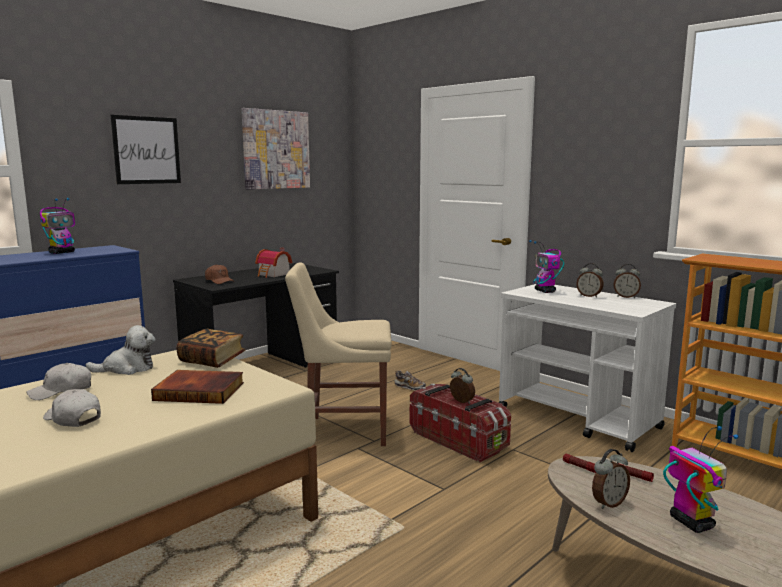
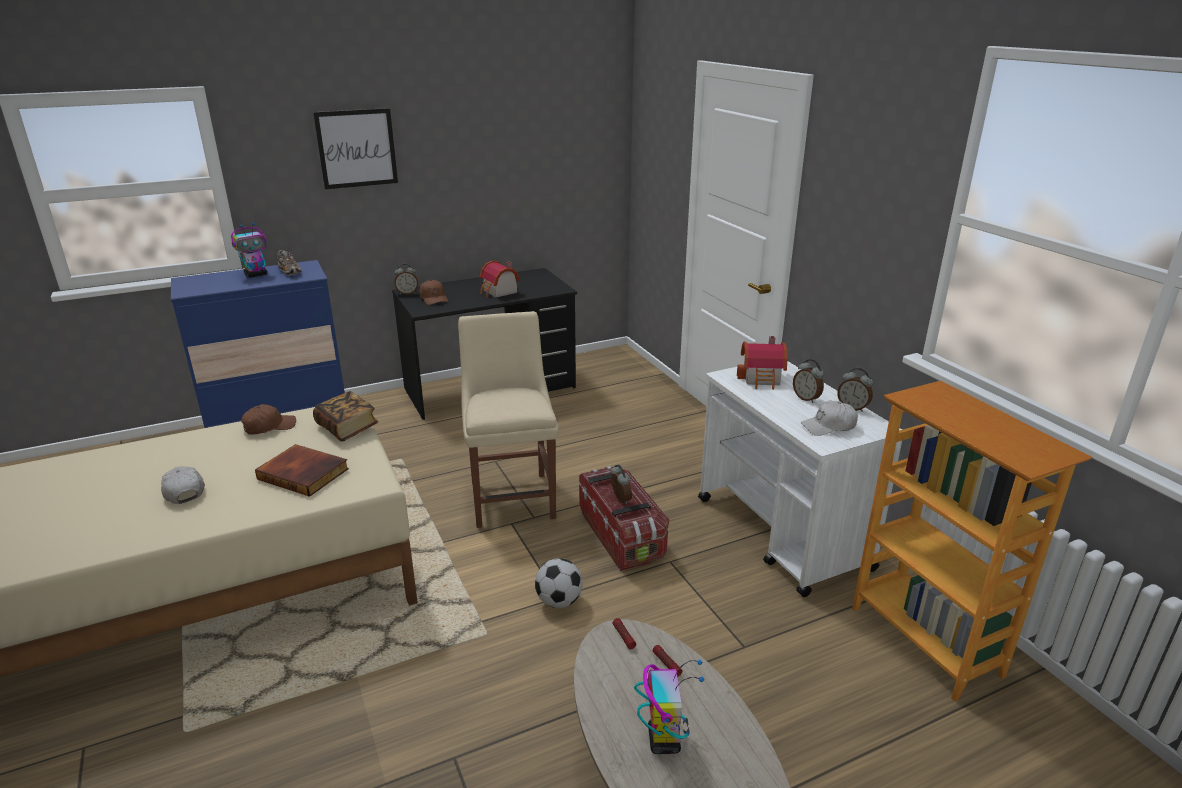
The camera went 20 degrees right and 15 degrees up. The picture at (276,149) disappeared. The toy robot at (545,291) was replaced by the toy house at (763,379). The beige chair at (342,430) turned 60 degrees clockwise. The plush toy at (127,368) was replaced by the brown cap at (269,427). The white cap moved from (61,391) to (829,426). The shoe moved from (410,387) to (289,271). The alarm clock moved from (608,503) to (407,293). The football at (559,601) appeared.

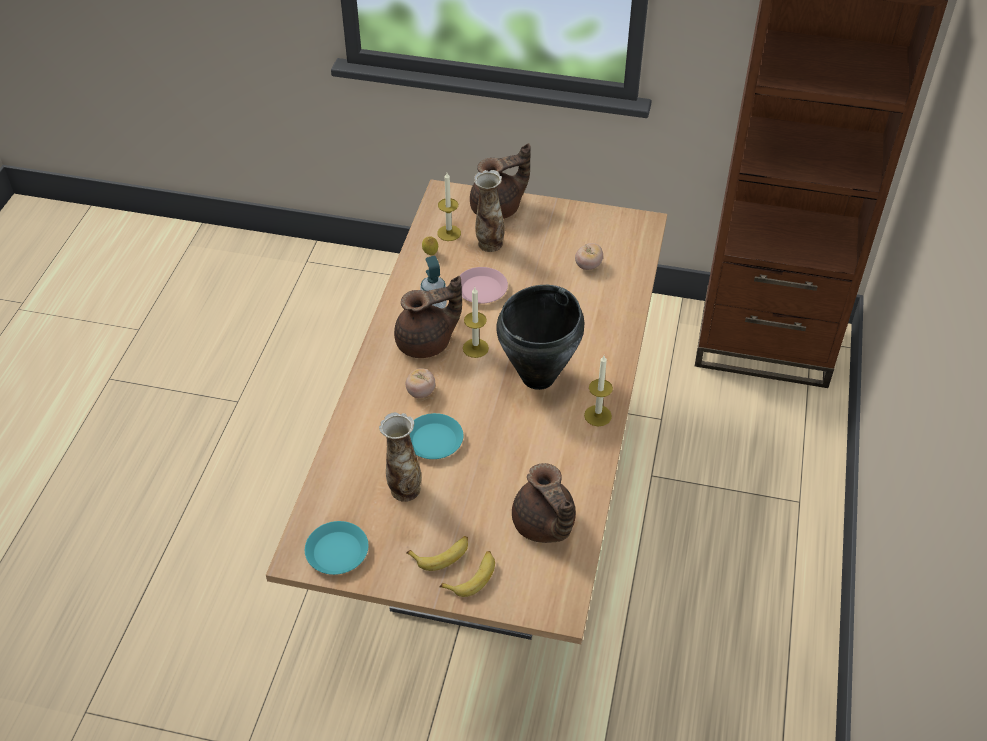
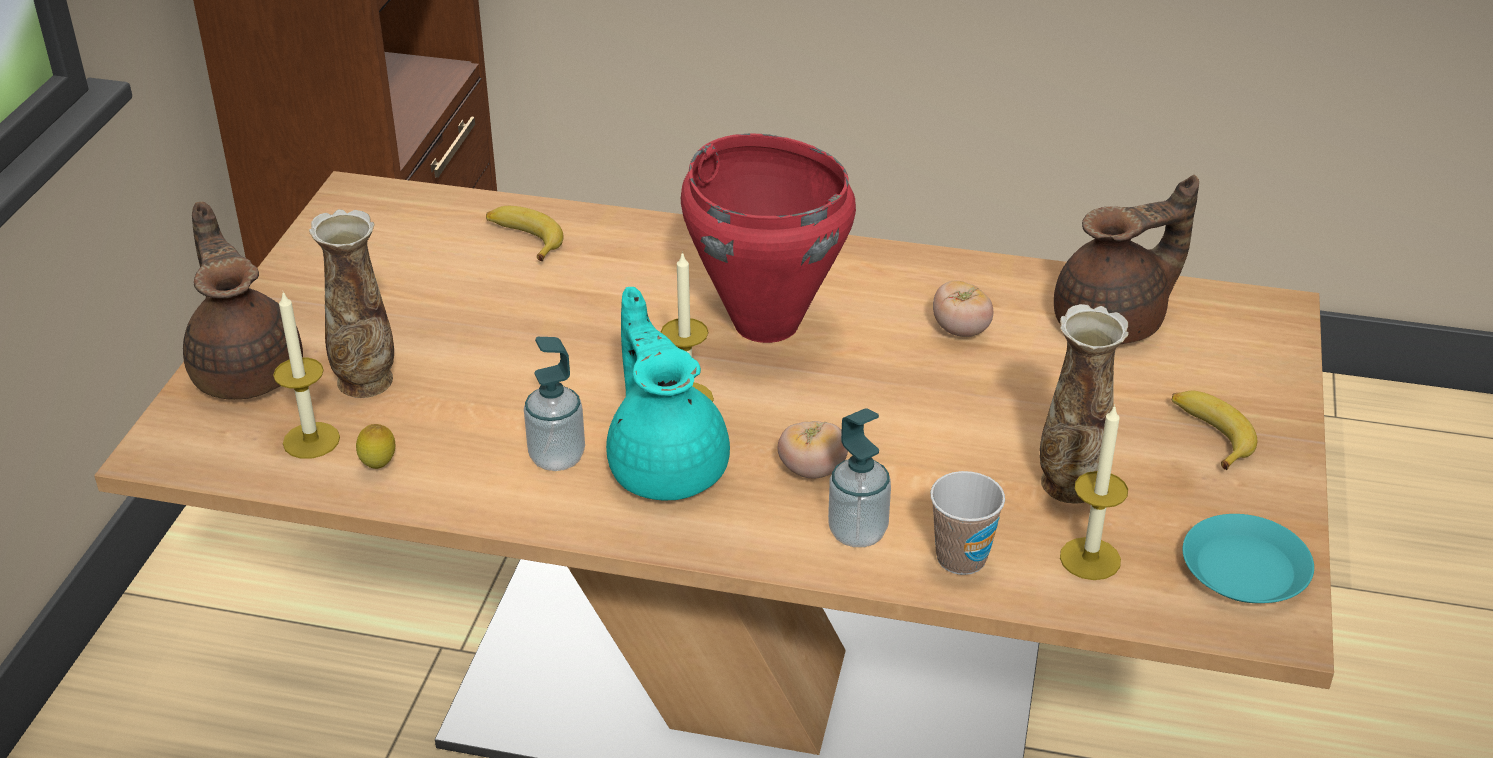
The camera went 90 degrees left and 10 degrees down. The tomato moved from (588,265) to (960,330). The pink plate at (481,289) disappeared. The brown teapot at (427,343) became the turquoise teapot at (667,465). The black cooking pot at (539,377) became the red cooking pot at (766,323). The candle moved from (598,415) to (1090,559). The turquoise plate at (434,441) disappeared. The banana moved from (472,577) to (523,239). The soap dispenser at (857,533) appeared. The cup at (961,558) appeared.

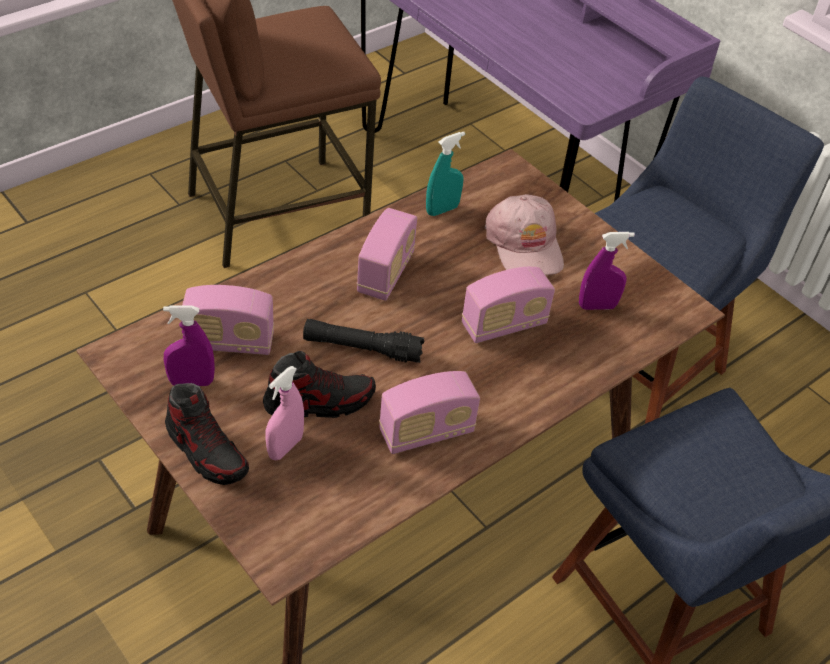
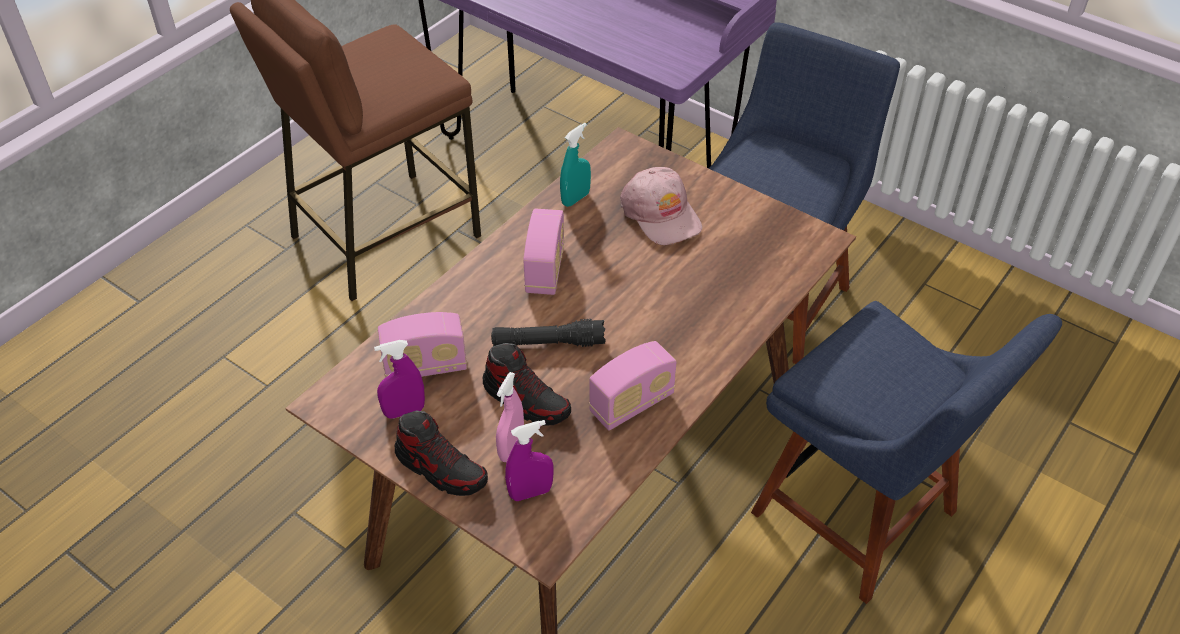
The camera went 10 degrees left and 0 degrees up. The purple spray bottle moved from (597,306) to (530,492). The radio at (504,325) disappeared. The shoe at (319,402) turned 60 degrees clockwise.

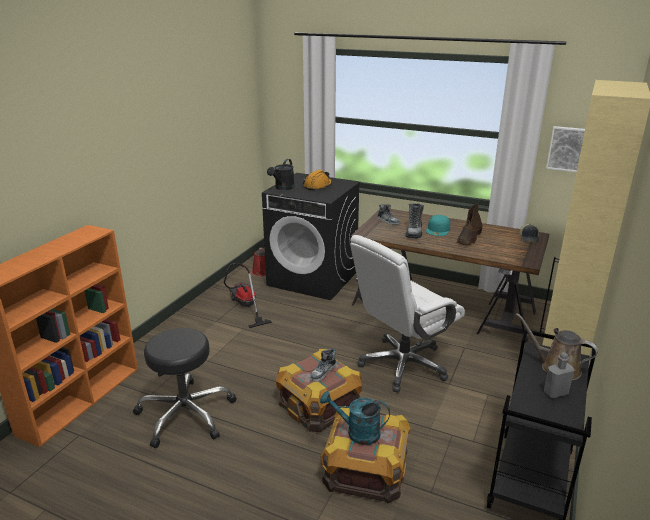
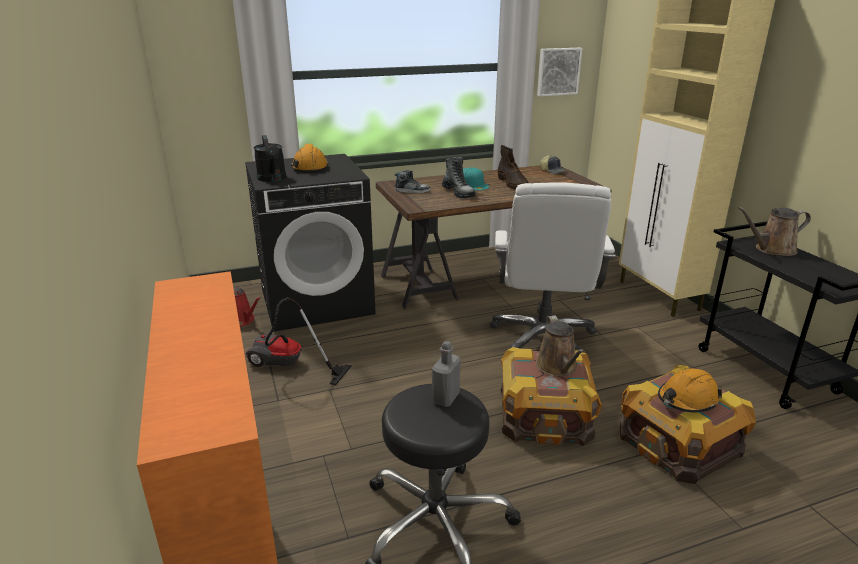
The camera went 45 degrees left and 0 degrees up. The shoe at (323,372) was replaced by the brown watering can at (558,367). The grey bottle moved from (555,393) to (445,398). The turquoise watering can at (357,432) was replaced by the orange hard hat at (687,399).

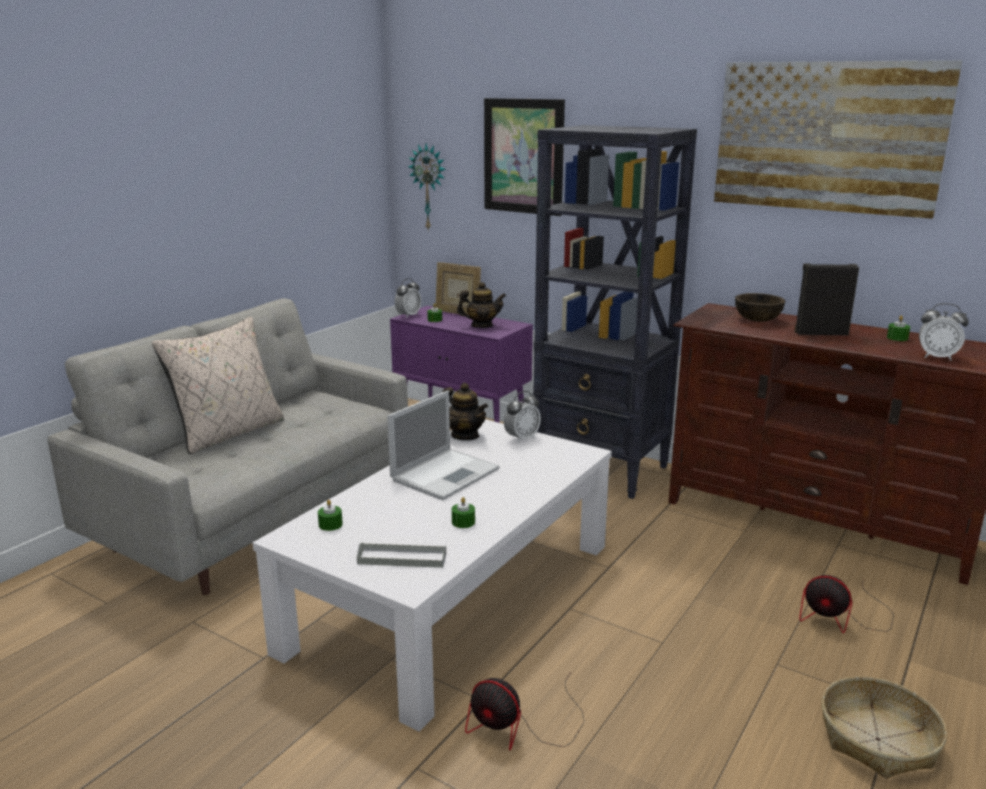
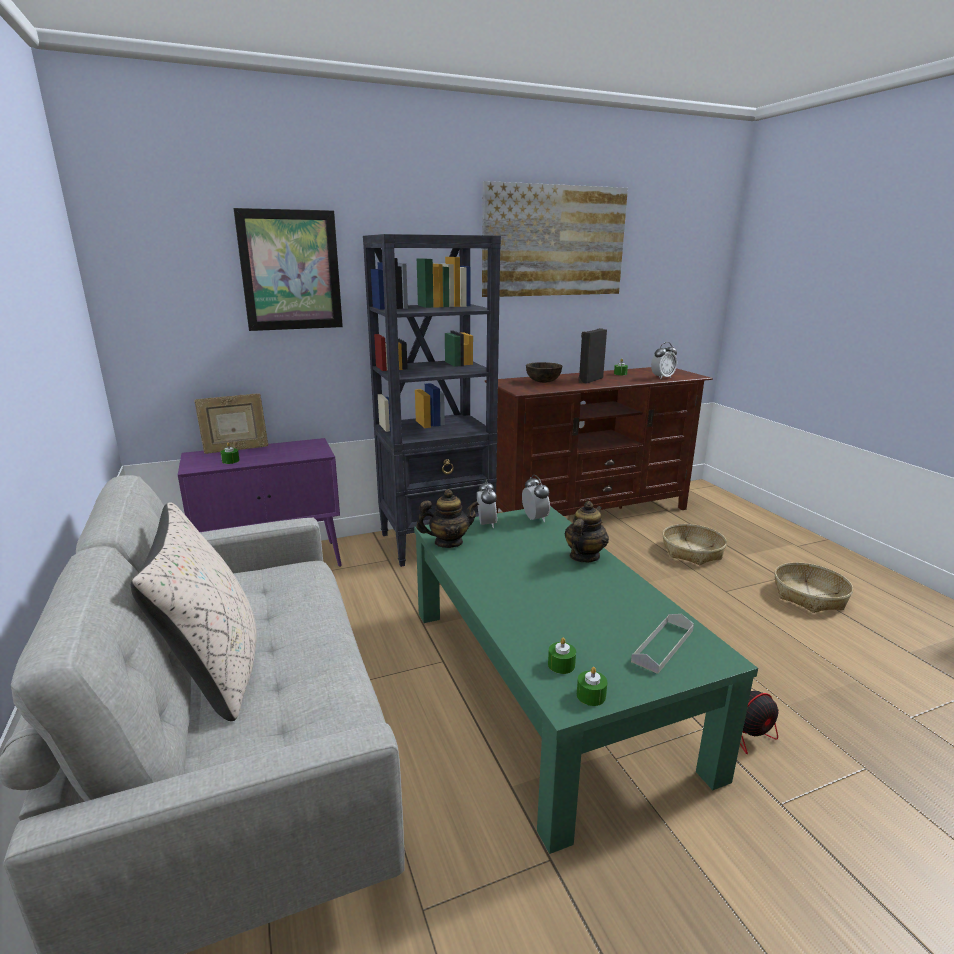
The camera went 55 degrees left and 0 degrees up. The wall clock at (429,187) disappeared. The alarm clock moved from (408,315) to (535,519). The teapot moved from (481,326) to (584,556). The laptop at (446,473) disappeared. The white coffee table at (454,595) became the green coffee table at (545,682). The green candle moved from (463,522) to (591,695). The fan at (842,617) was replaced by the basket at (692,552).

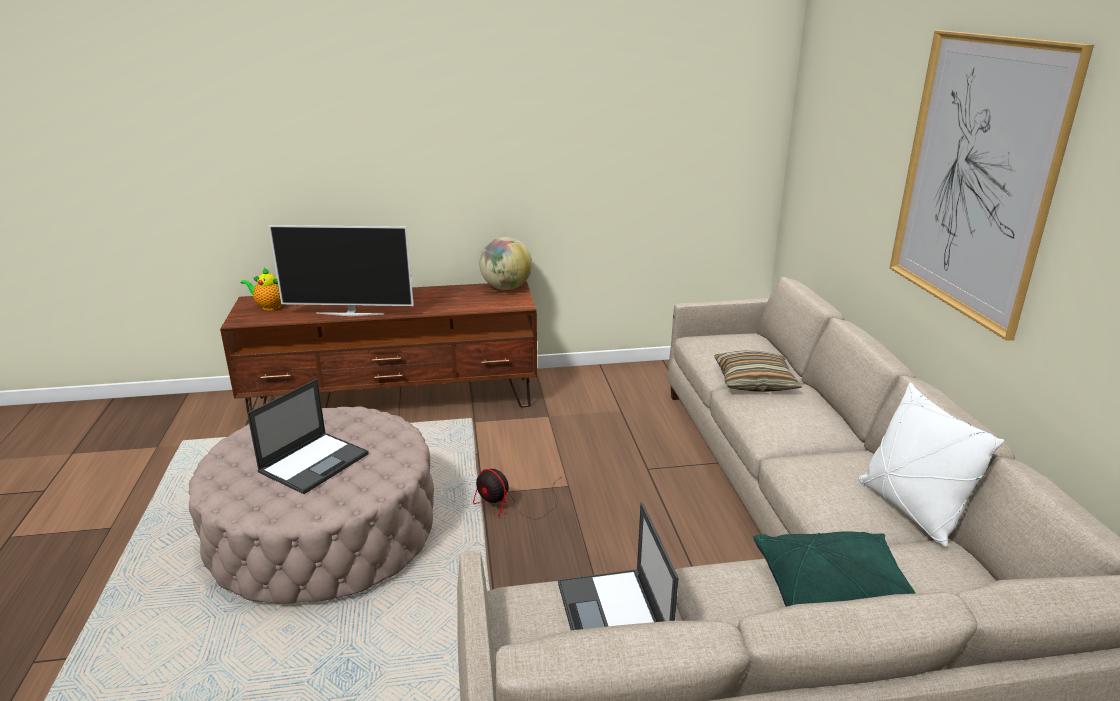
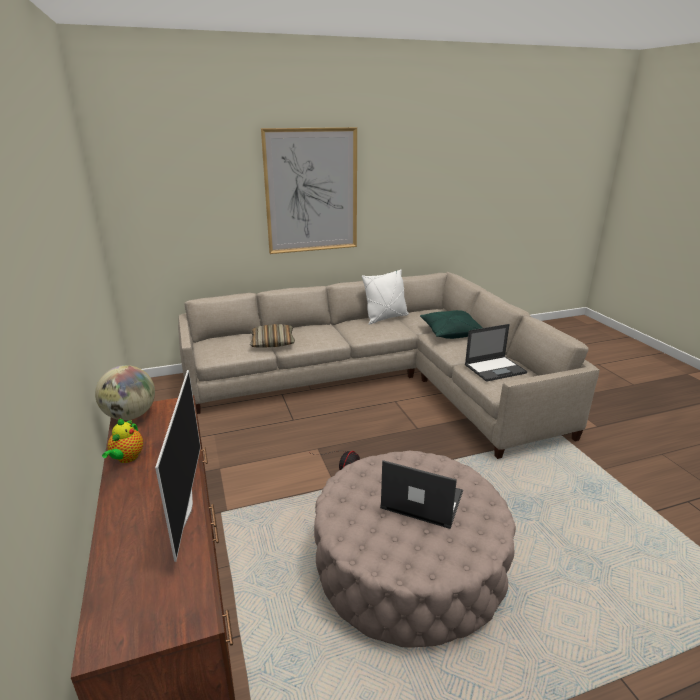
The camera went 100 degrees left and 0 degrees up. The teapot moved from (269,306) to (127,458).

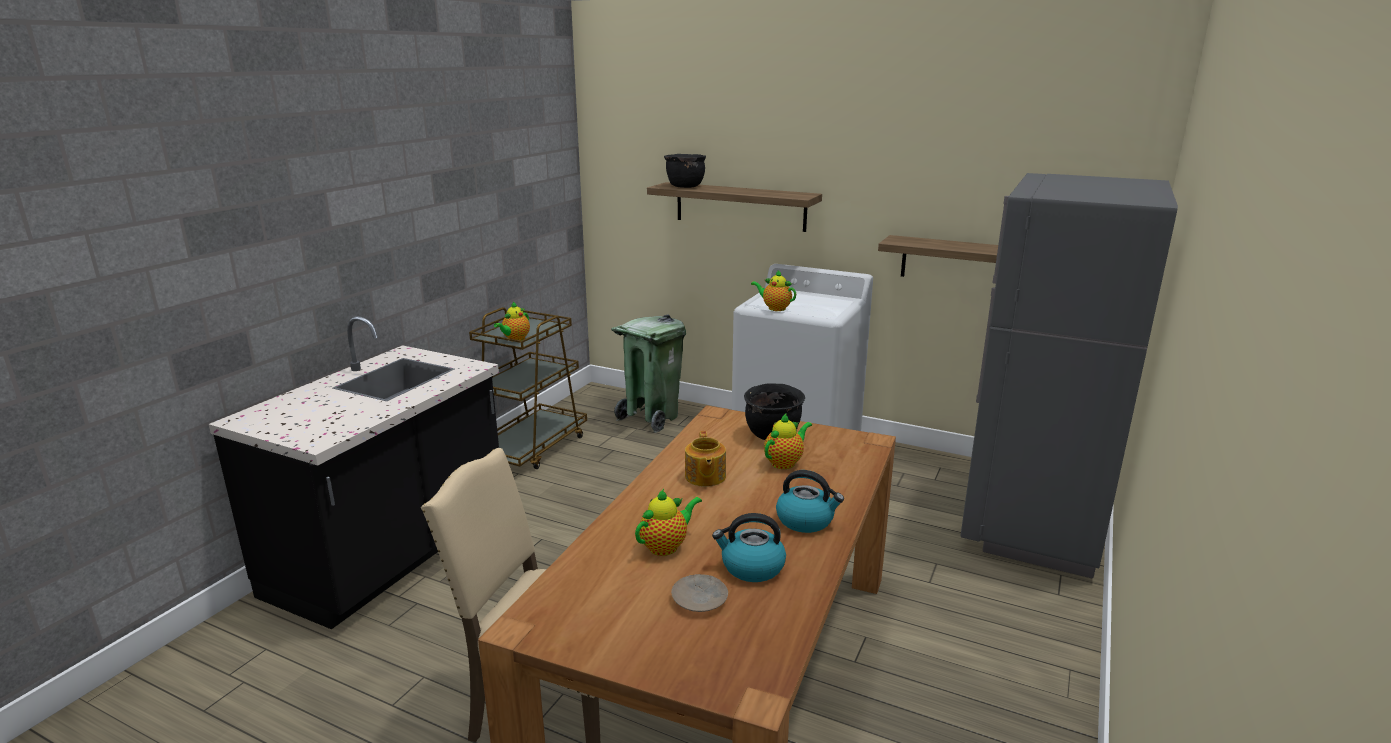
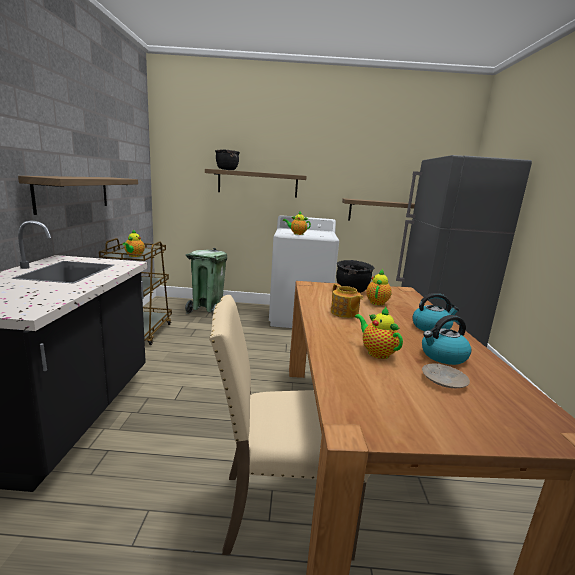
The camera went 25 degrees left and 5 degrees down. The teapot at (666,546) turned 60 degrees counterclockwise. The shelf at (73,193) appeared.

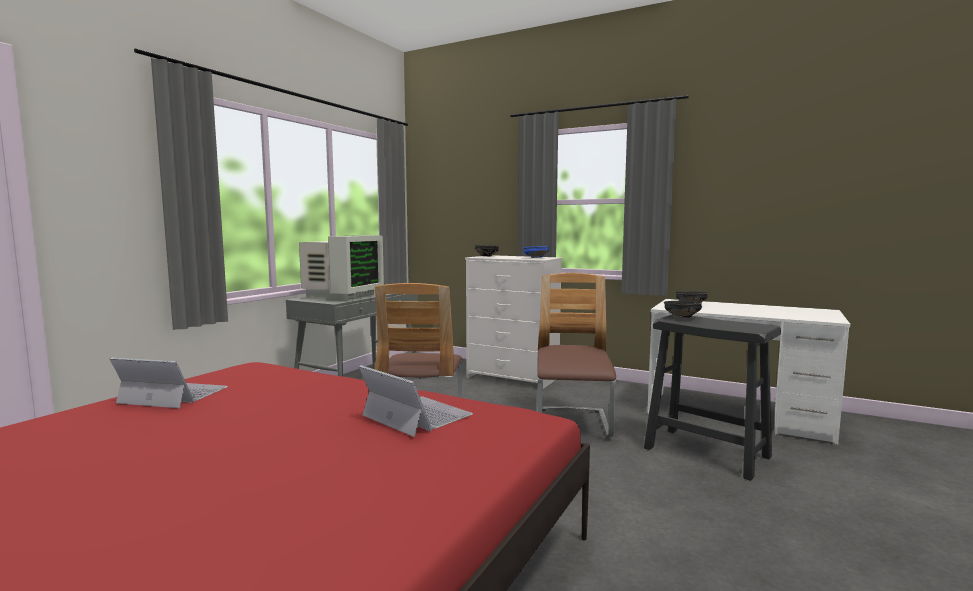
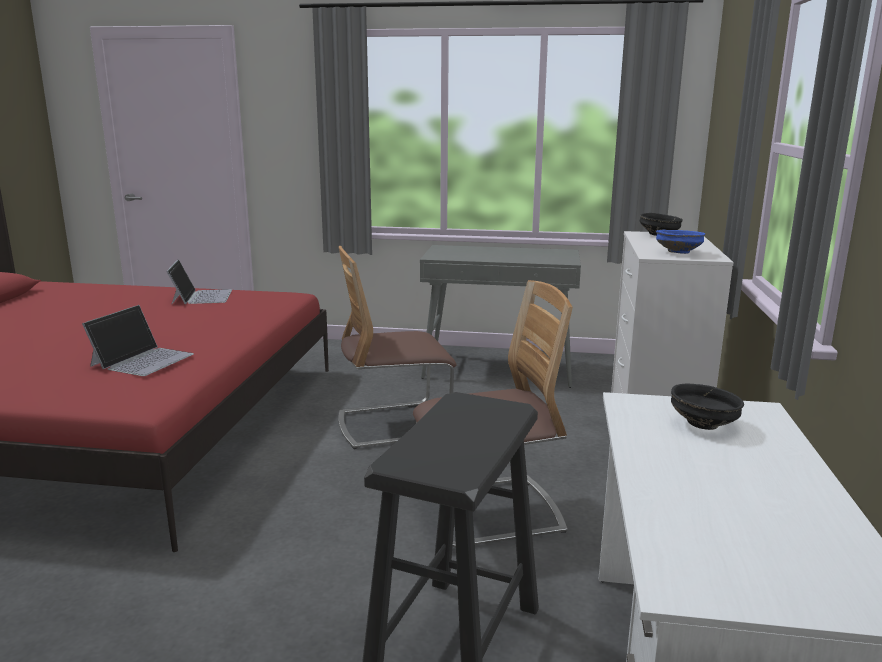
The camera went 70 degrees right and 10 degrees up. The monitor at (342,296) disappeared. The black bowl at (682,317) disappeared.

